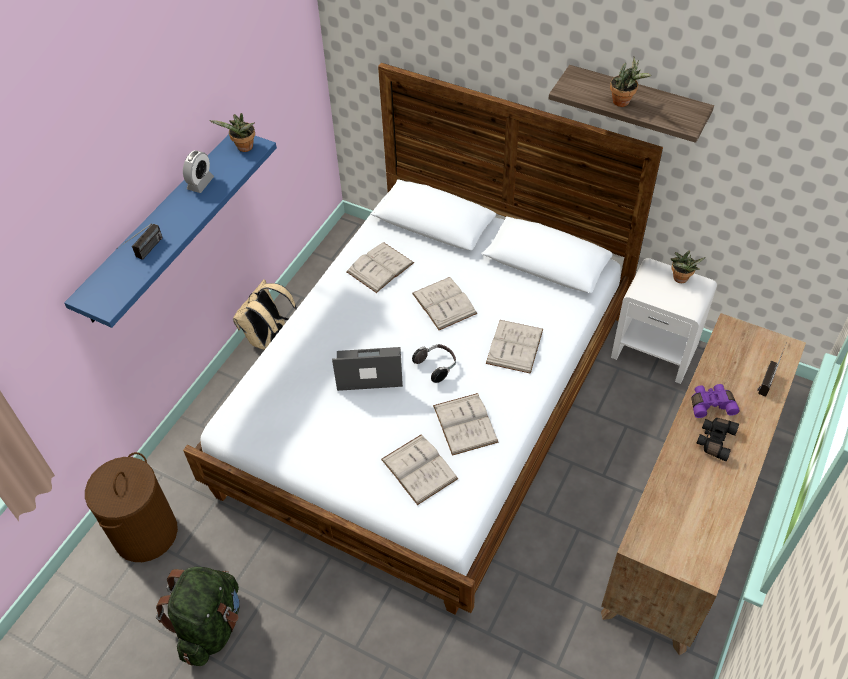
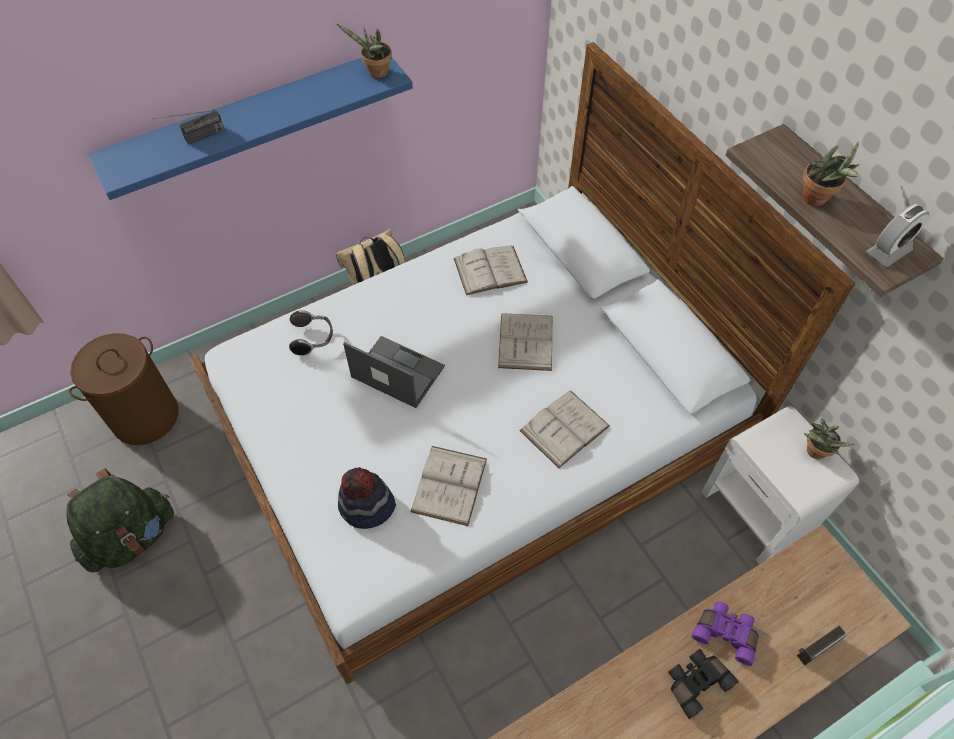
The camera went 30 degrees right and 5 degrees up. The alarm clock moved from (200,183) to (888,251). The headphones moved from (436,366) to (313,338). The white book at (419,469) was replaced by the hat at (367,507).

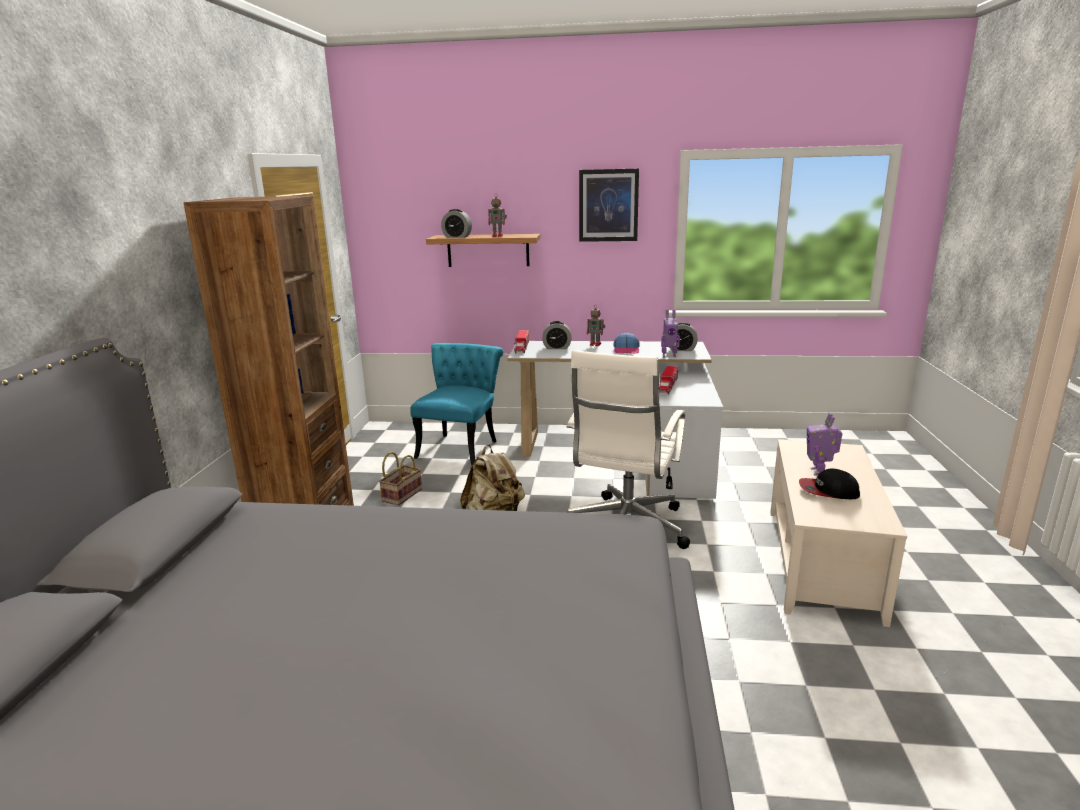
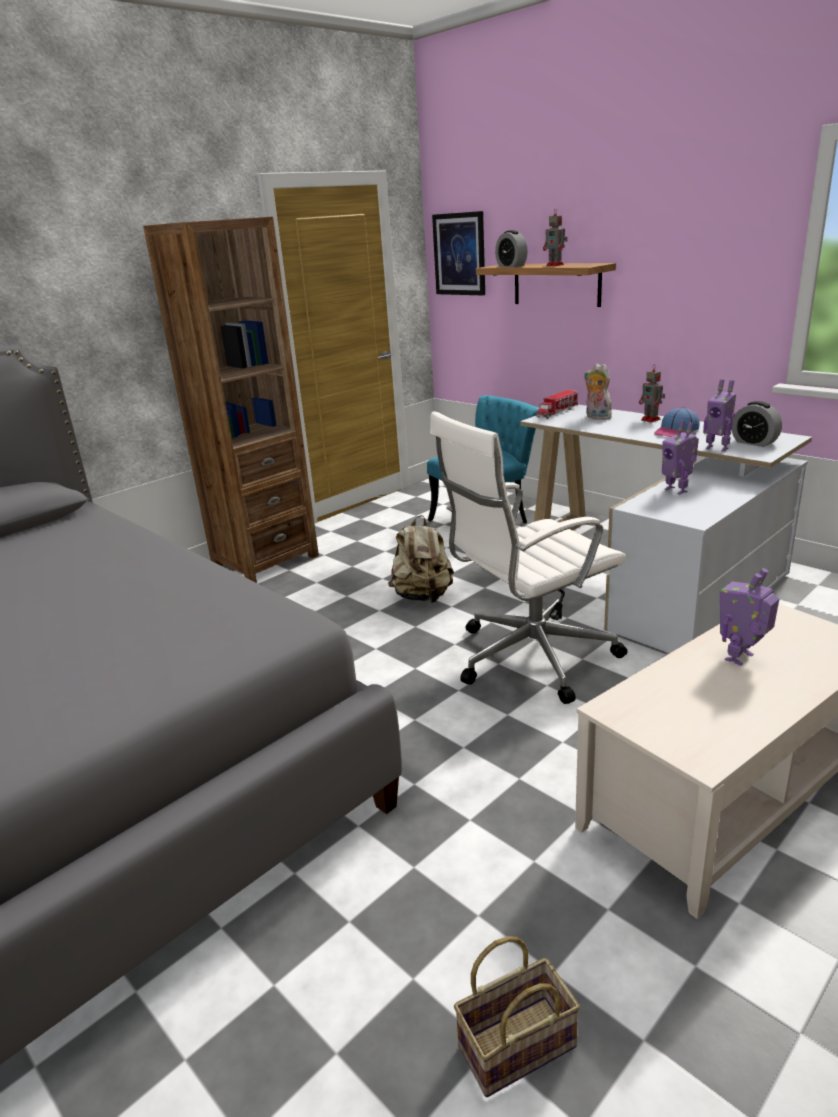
The camera went 40 degrees right and 5 degrees up. The picture moved from (608,205) to (459,254). The alarm clock at (557,347) was replaced by the plush toy at (596,417). The toy truck at (667,387) was replaced by the toy robot at (677,490). The basket moved from (402,495) to (518,1043). The cap at (828,491) disappeared.

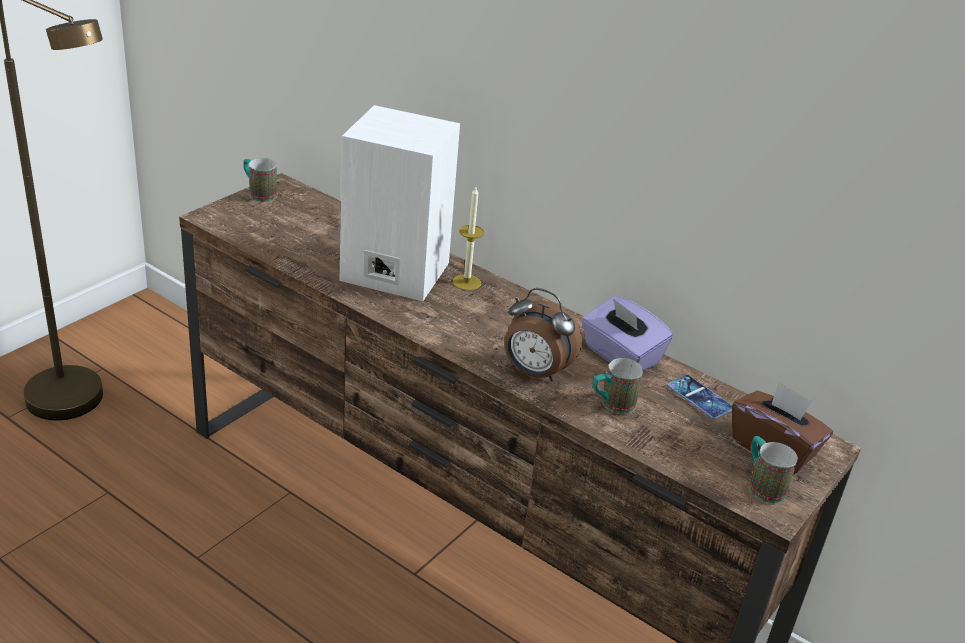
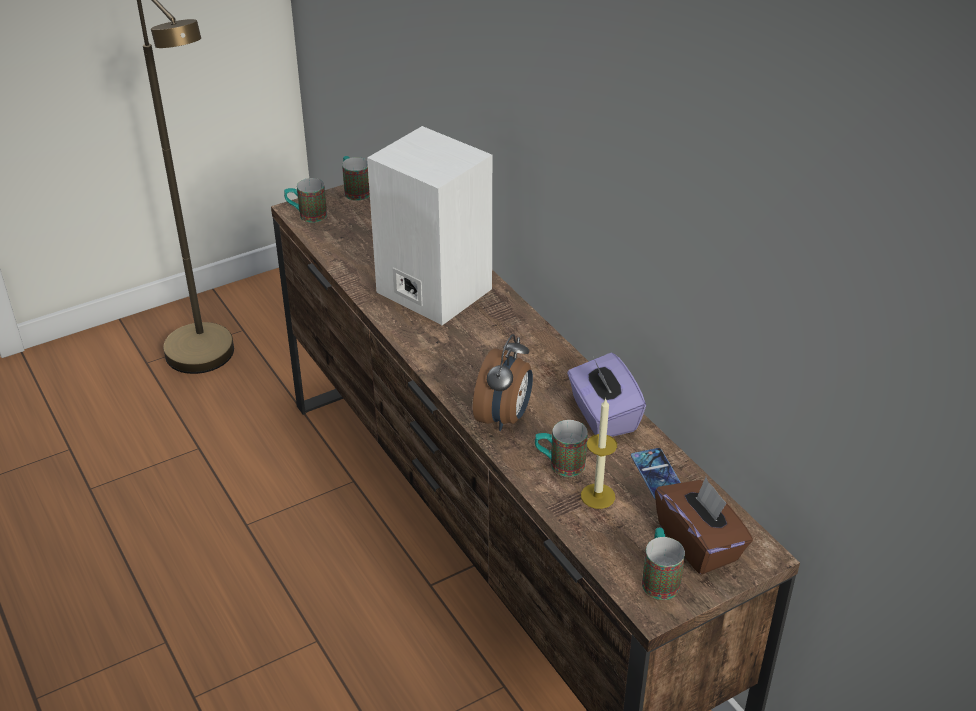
The camera went 25 degrees right and 5 degrees up. The candle moved from (466,282) to (598,496). The alarm clock at (535,373) turned 120 degrees counterclockwise. The mug at (307,215) appeared.

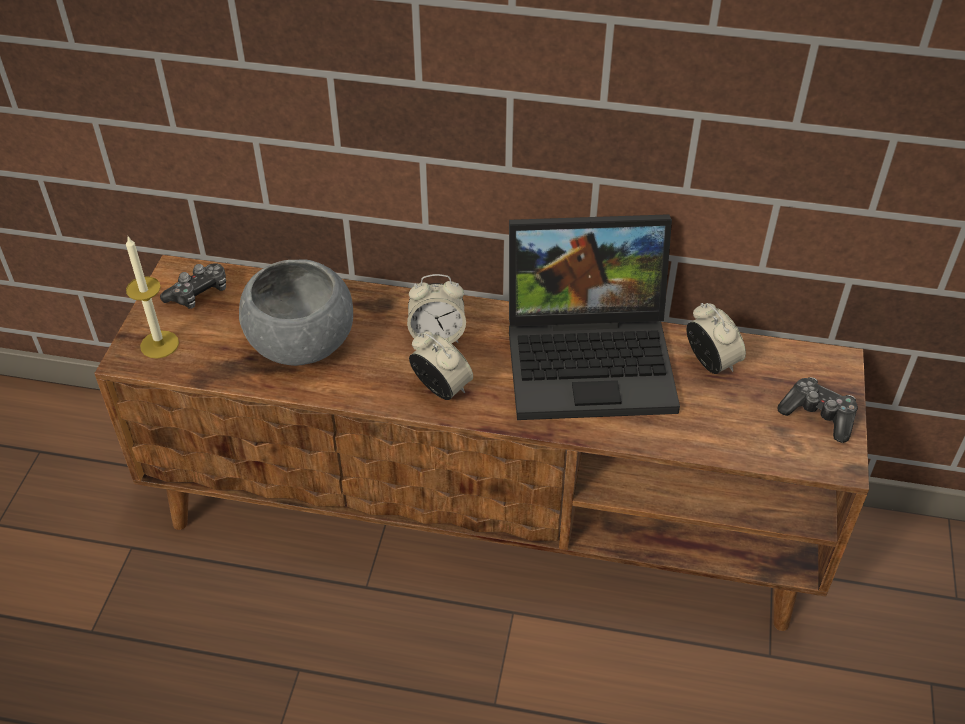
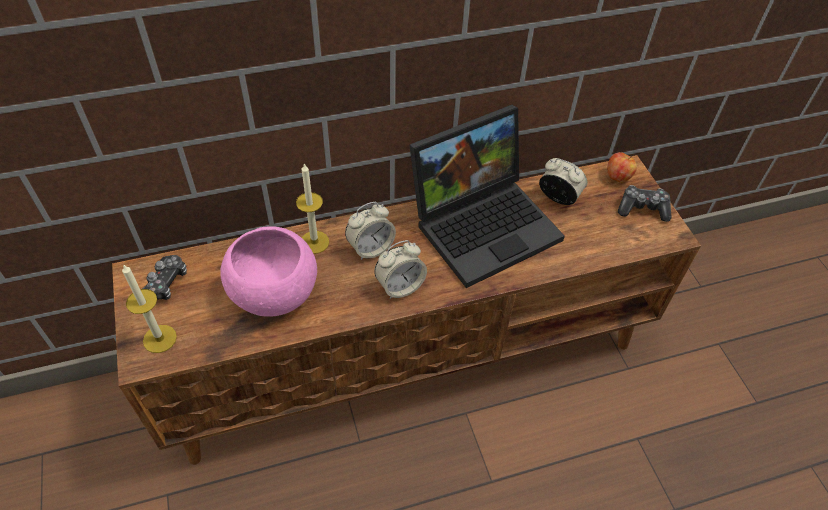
The camera went 30 degrees left and 5 degrees up. The grey bowl at (300,343) became the pink bowl at (274,292). The alarm clock at (441,388) turned 135 degrees clockwise. The apple at (617,177) appeared. The candle at (314,242) appeared.

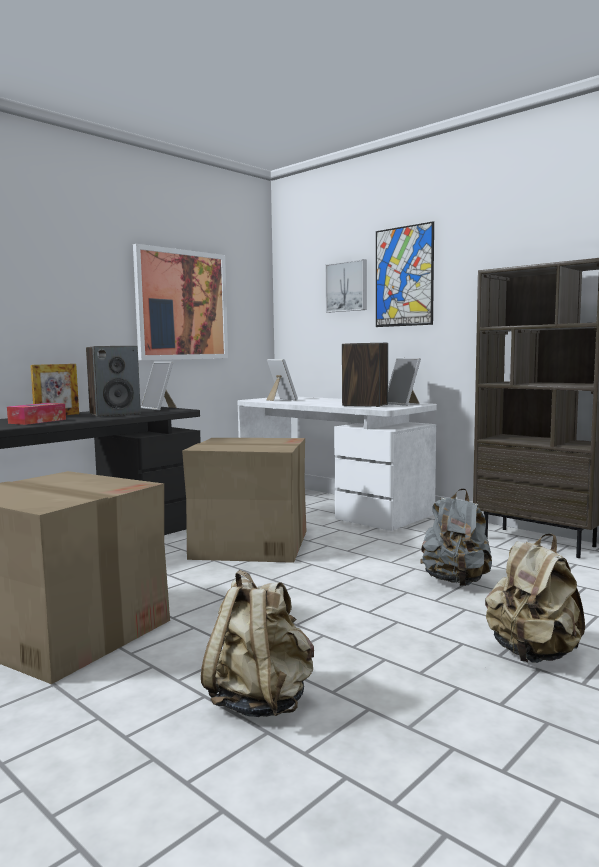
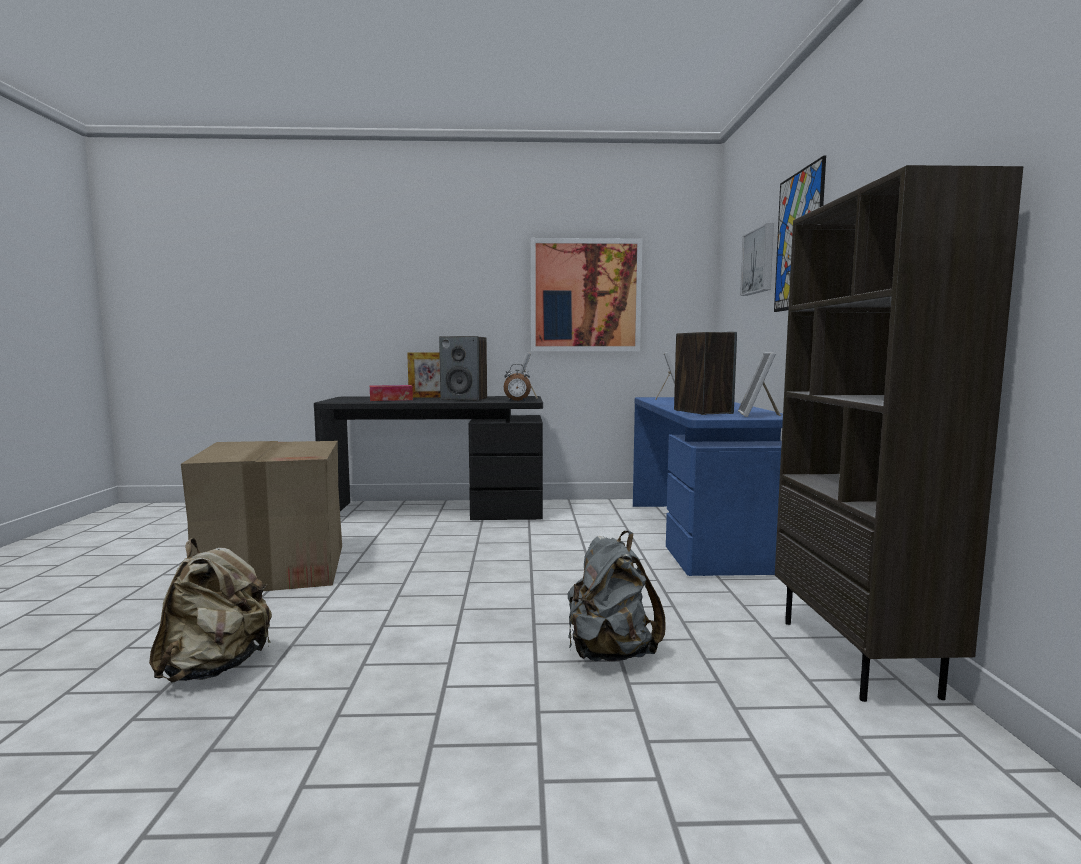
The camera went 45 degrees right and 0 degrees up. The white desk at (332,507) became the blue desk at (700,534). The cardboard box at (249,544) disappeared. The beige backpack at (533,654) disappeared. The alarm clock at (517,401) appeared.

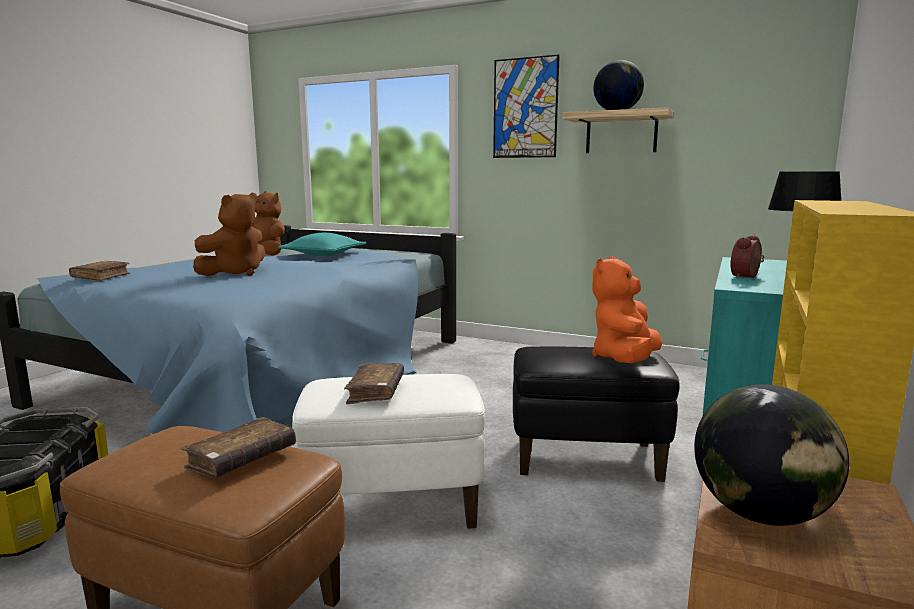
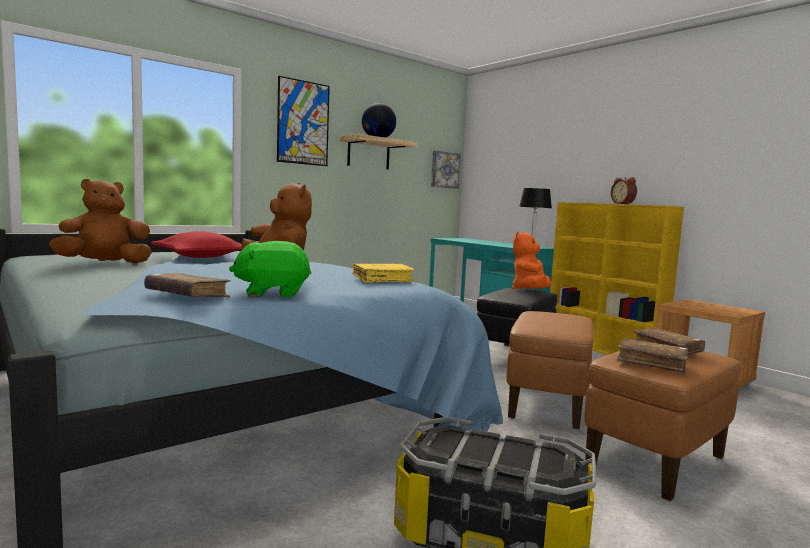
The camera went 65 degrees left and 5 degrees down. The turquoise pillow at (324,255) became the red pillow at (201,257). The alarm clock moved from (747,277) to (623,204). The orange plush toy at (625,360) turned 60 degrees clockwise. The brown book moved from (376,392) to (651,362). The white ottoman at (391,507) became the brown ottoman at (547,404). The globe at (760,514) disappeared. The picture at (444,170) appeared. The green plush toy at (272,293) appeared. The yellow book at (382,280) appeared.

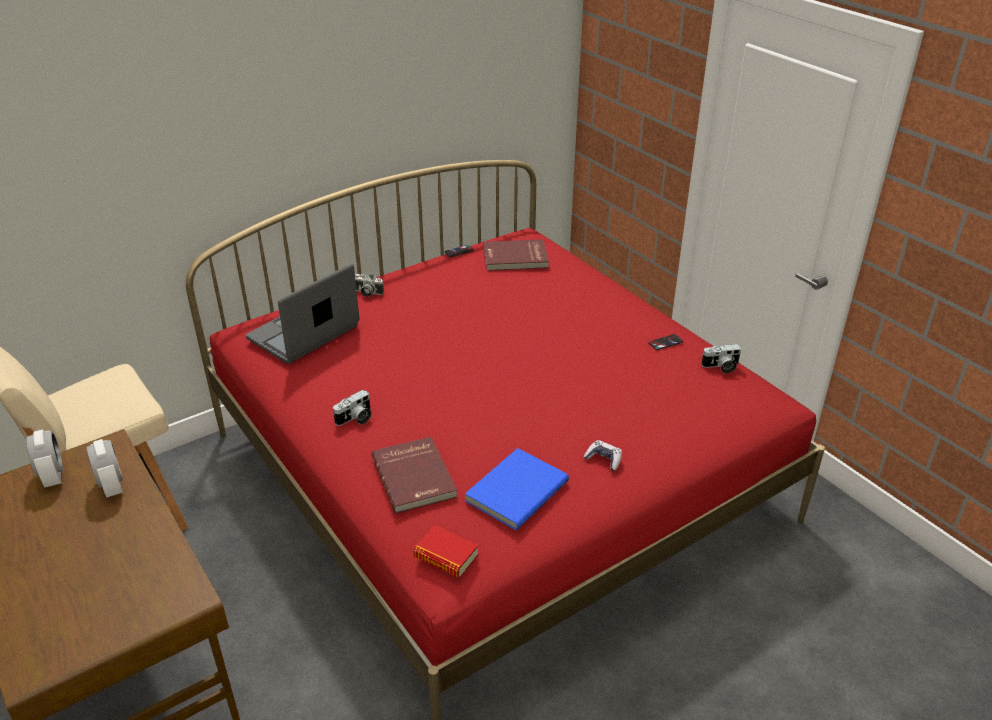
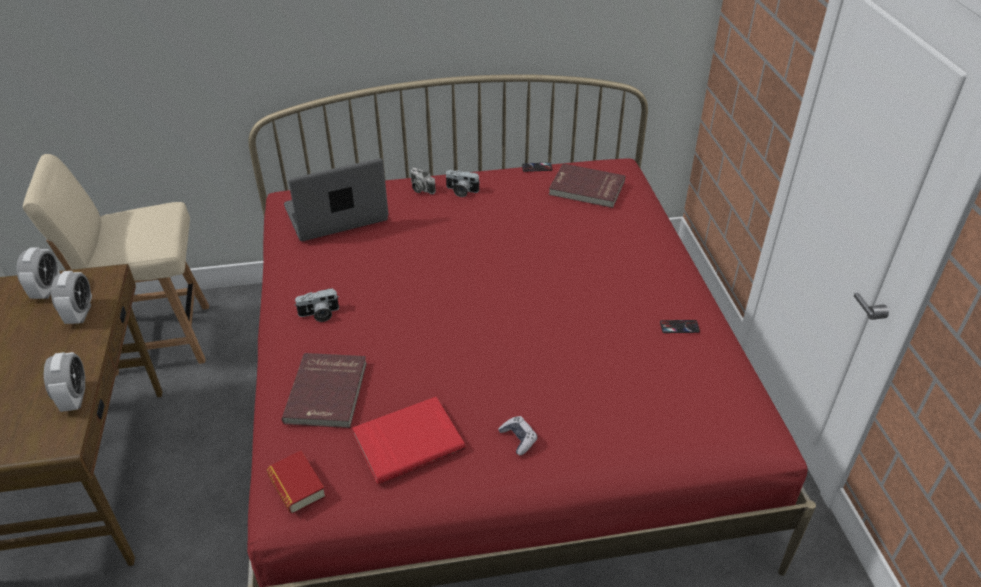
The camera went 25 degrees right and 5 degrees up. The photo camera moved from (721,367) to (461,191). The blue book at (515,490) became the red book at (407,441). The alarm clock at (75,398) appeared.

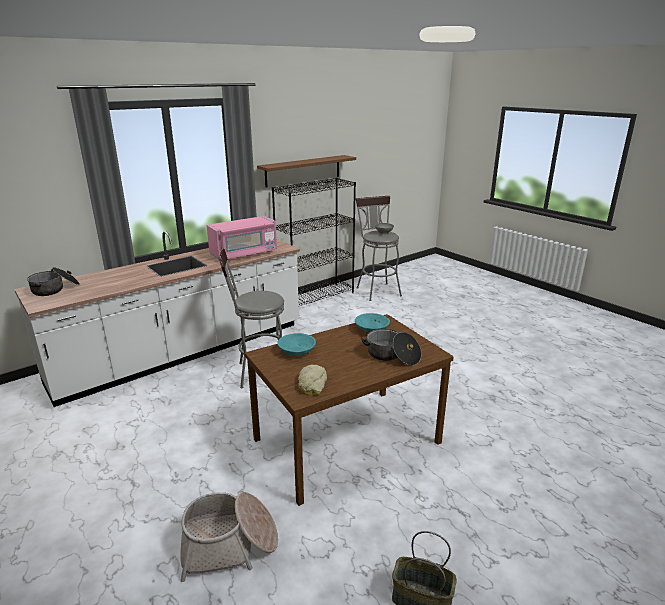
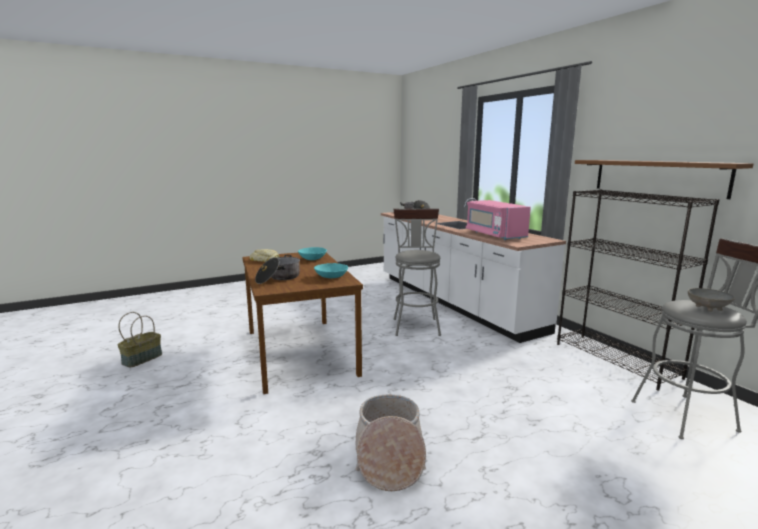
The camera went 100 degrees right and 10 degrees down. The basket moved from (229,545) to (389,456).

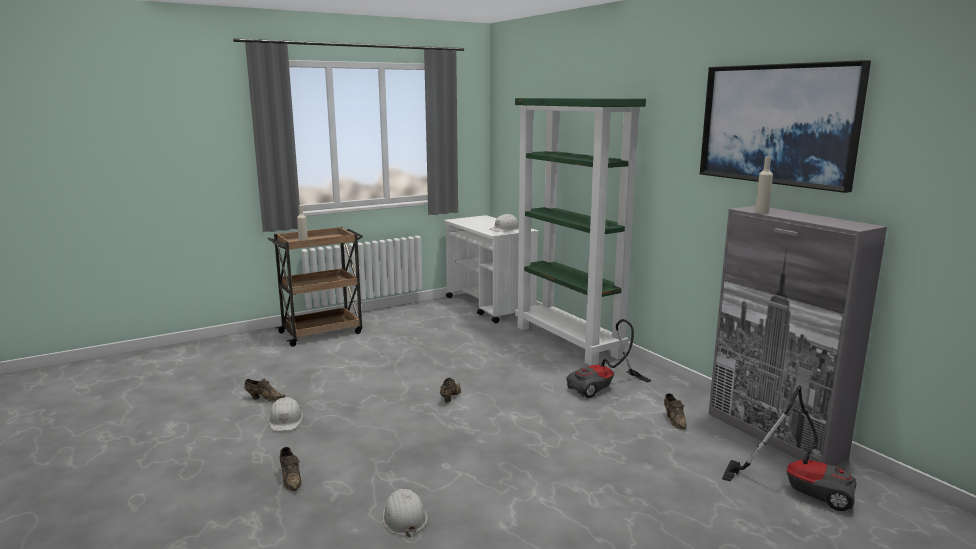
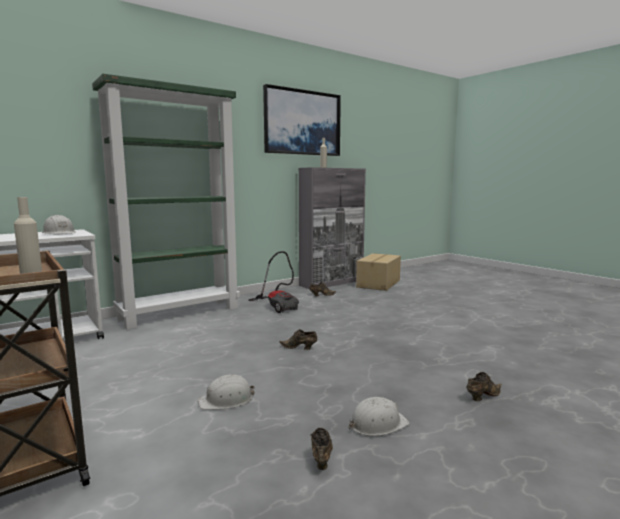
The camera went 95 degrees left and 5 degrees down. The vacuum cleaner at (800,488) was replaced by the cardboard box at (379,284). The white hard hat moved from (404,517) to (226,400).

